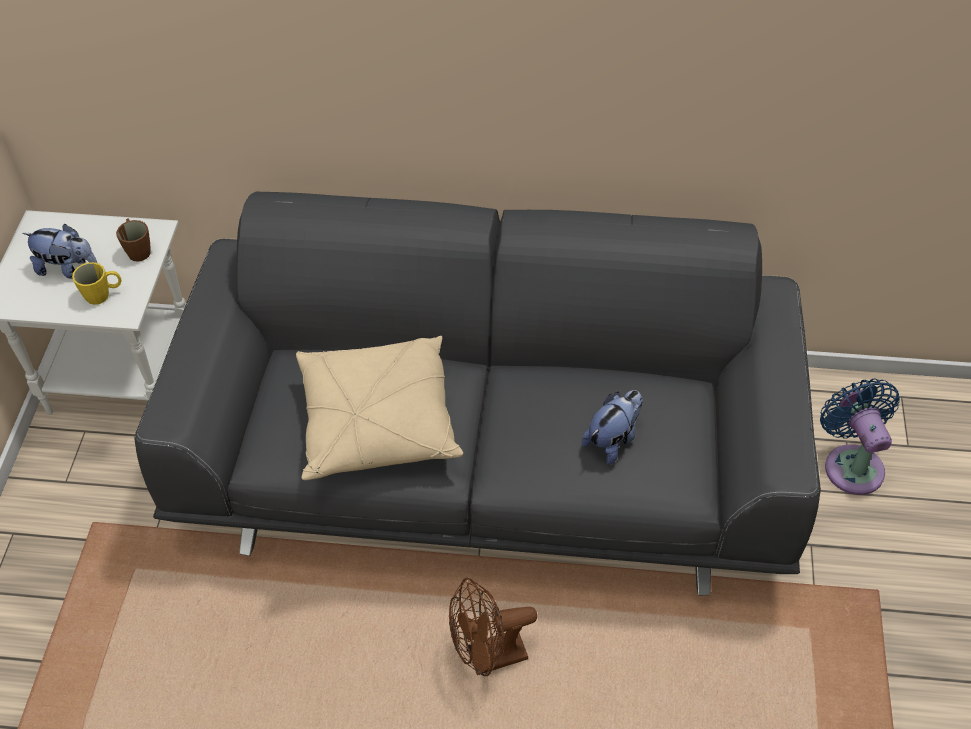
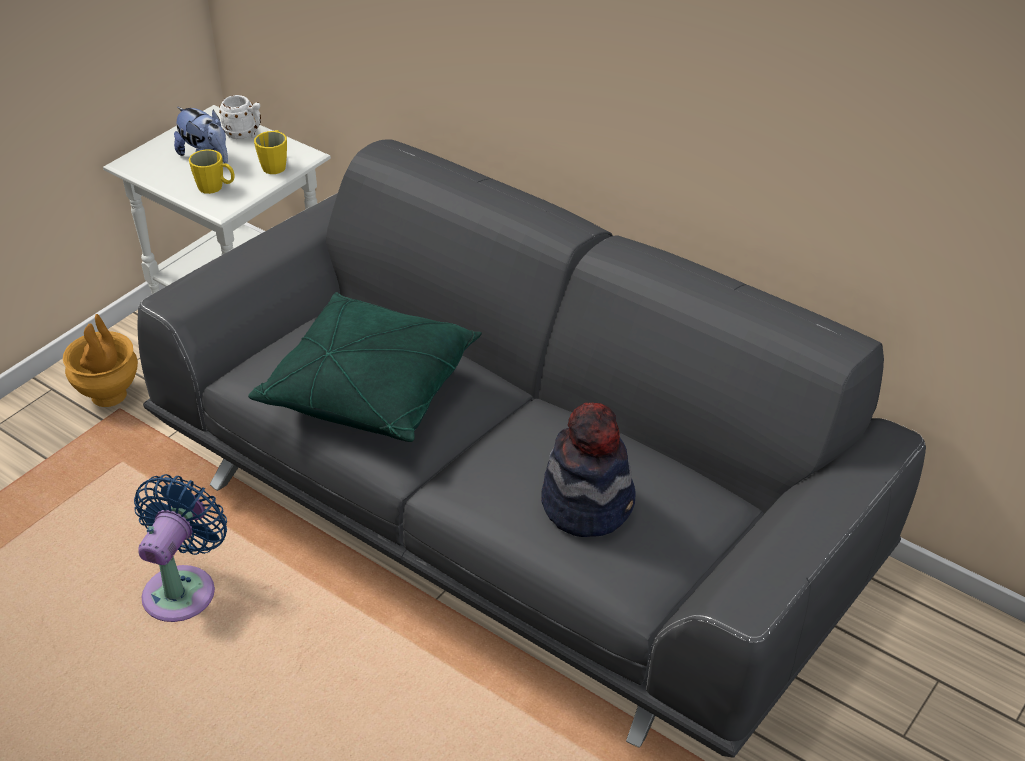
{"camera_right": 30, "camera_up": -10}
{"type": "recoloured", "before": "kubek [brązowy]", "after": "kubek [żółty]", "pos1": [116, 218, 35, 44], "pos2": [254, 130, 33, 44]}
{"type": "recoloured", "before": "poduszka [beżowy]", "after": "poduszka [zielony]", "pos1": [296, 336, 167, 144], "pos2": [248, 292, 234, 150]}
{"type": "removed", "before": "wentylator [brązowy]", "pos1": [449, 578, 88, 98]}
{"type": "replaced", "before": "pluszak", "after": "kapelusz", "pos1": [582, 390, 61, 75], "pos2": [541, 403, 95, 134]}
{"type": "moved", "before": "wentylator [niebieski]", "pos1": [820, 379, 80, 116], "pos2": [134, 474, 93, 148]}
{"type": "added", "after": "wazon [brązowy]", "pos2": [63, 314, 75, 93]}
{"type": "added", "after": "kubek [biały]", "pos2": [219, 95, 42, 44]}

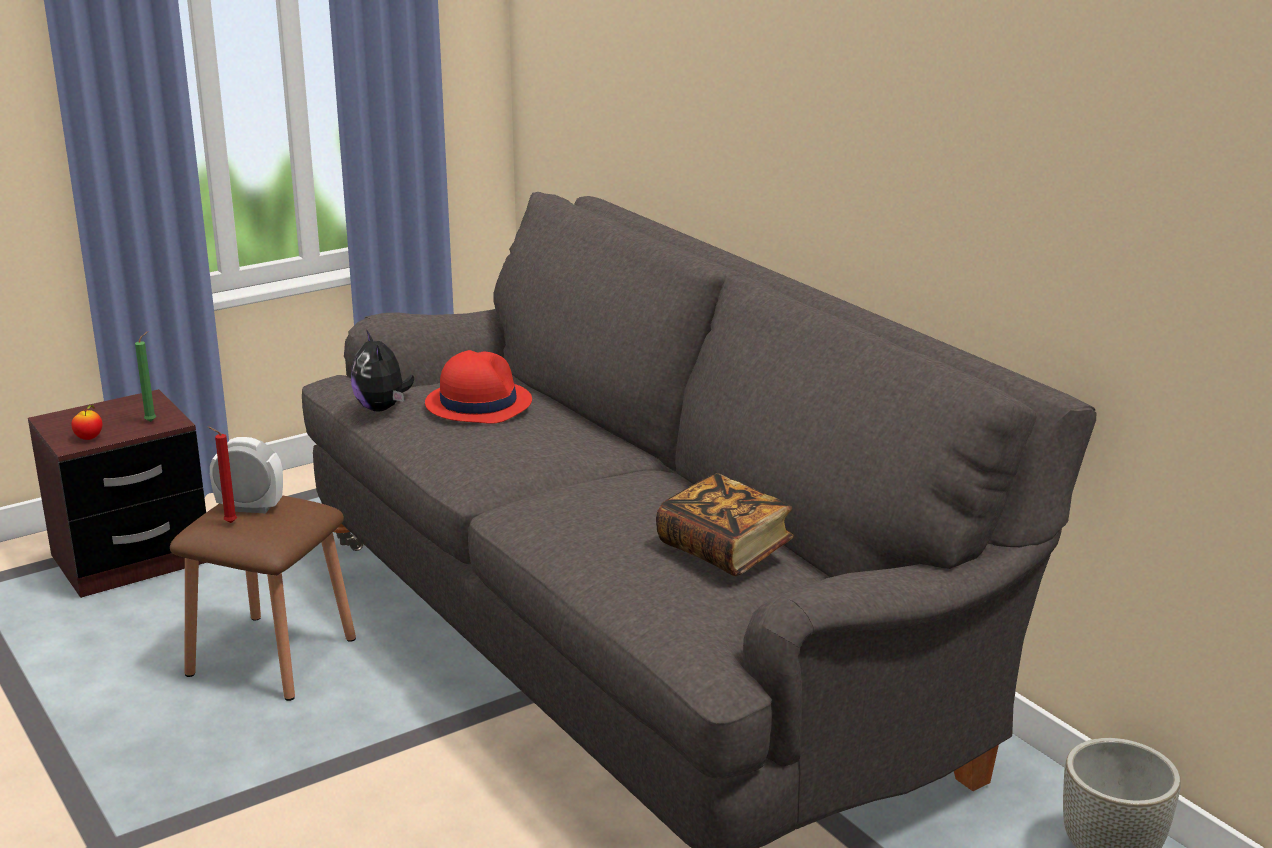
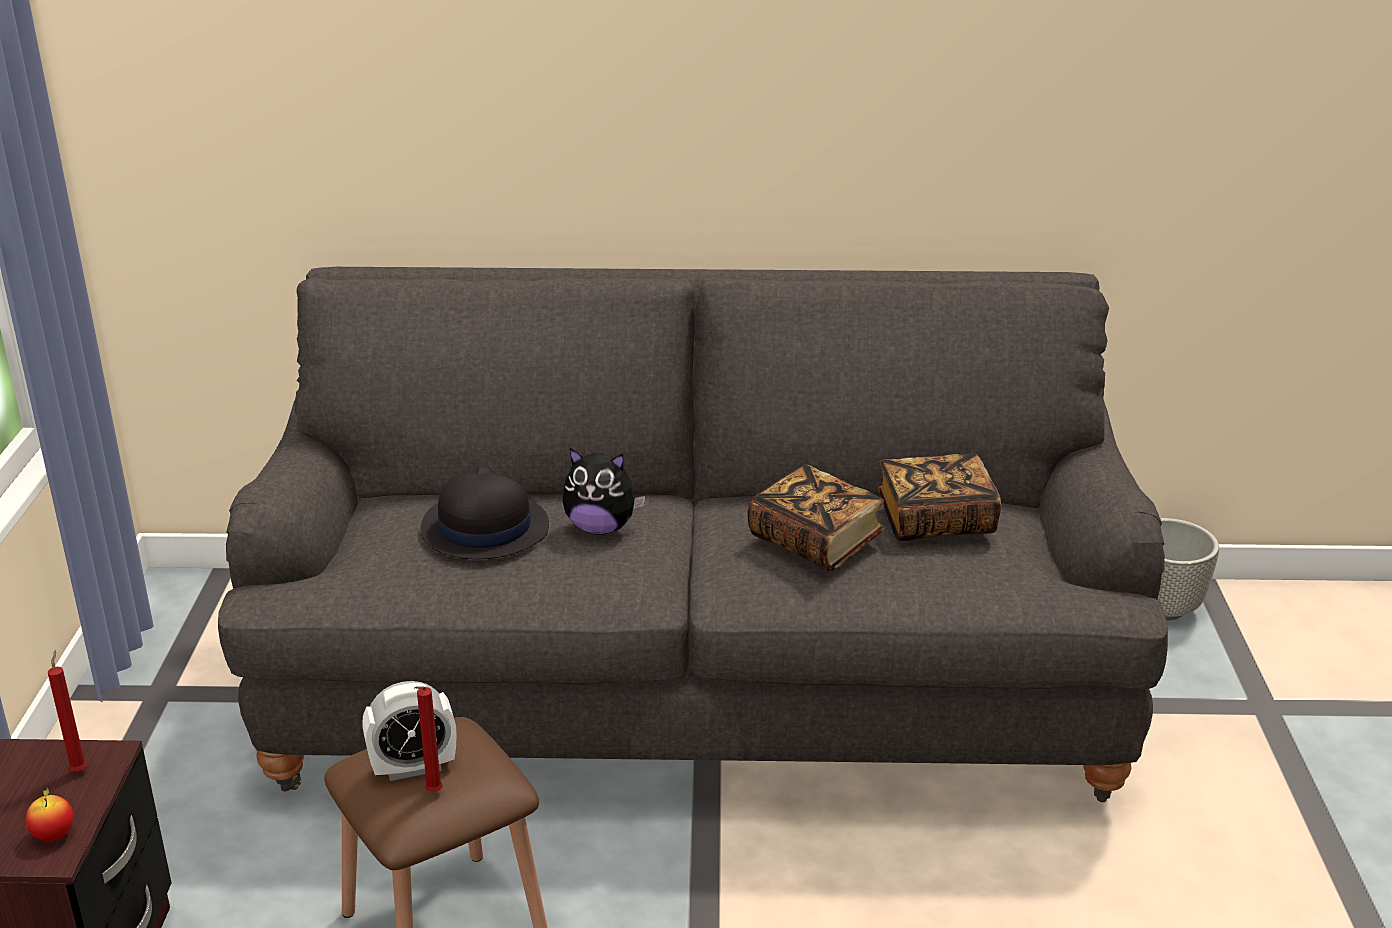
{"camera_right": -55, "camera_up": 5}
{"type": "recoloured", "before": "świeca [zielony]", "after": "świeca [czerwony]", "pos1": [135, 332, 21, 90], "pos2": [48, 650, 39, 122]}
{"type": "turned", "before": "budzik", "pos1": [210, 437, 73, 77], "pos2": [362, 681, 95, 100], "turn": -150}
{"type": "moved", "before": "pluszak", "pos1": [351, 331, 63, 81], "pos2": [562, 448, 83, 87]}
{"type": "recoloured", "before": "kapelusz [czerwony]", "after": "kapelusz [czarny]", "pos1": [425, 350, 107, 74], "pos2": [421, 466, 128, 93]}
{"type": "added", "after": "książka", "pos2": [748, 464, 137, 107]}

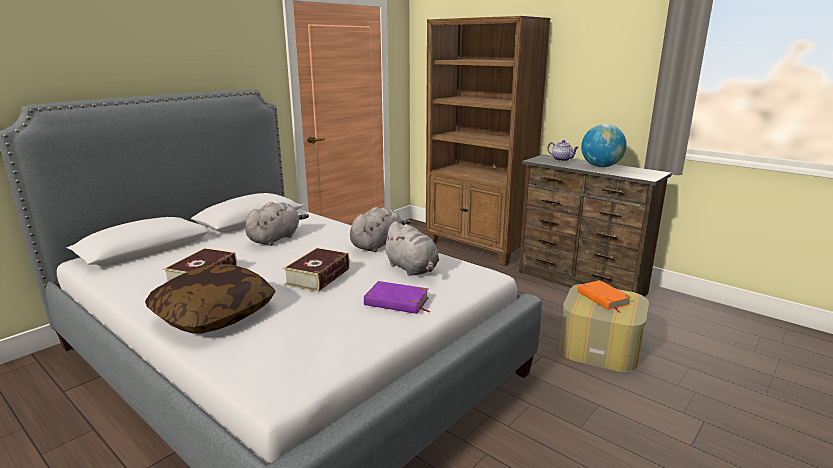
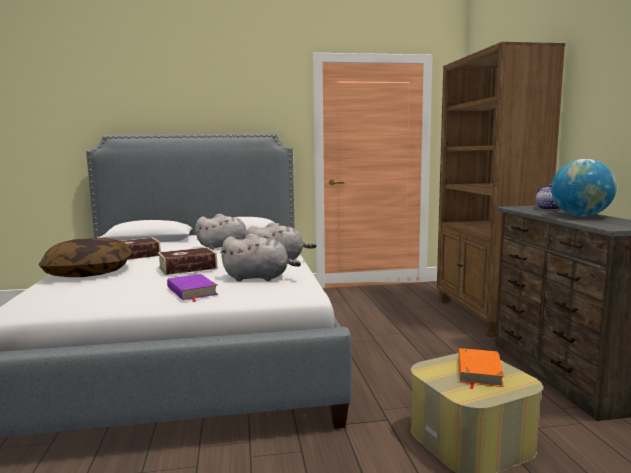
{"camera_right": 40, "camera_up": -10}
{"type": "turned", "before": "pluszak [szary]", "pos1": [382, 221, 57, 55], "pos2": [220, 234, 81, 47], "turn": -90}

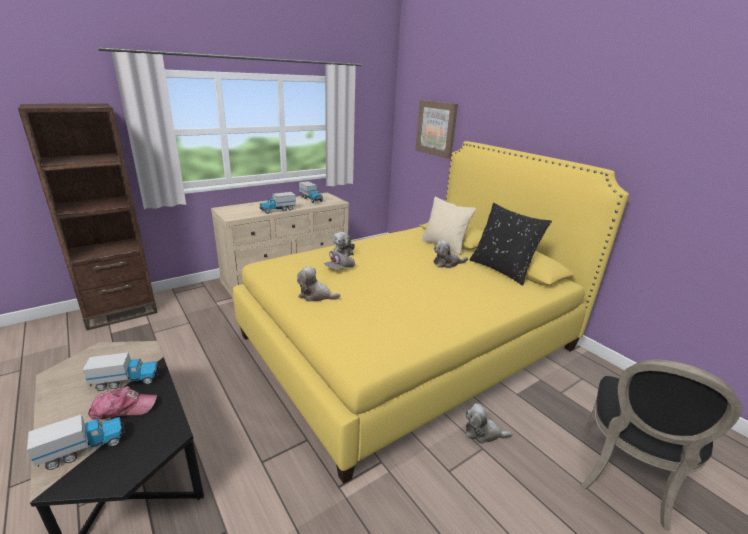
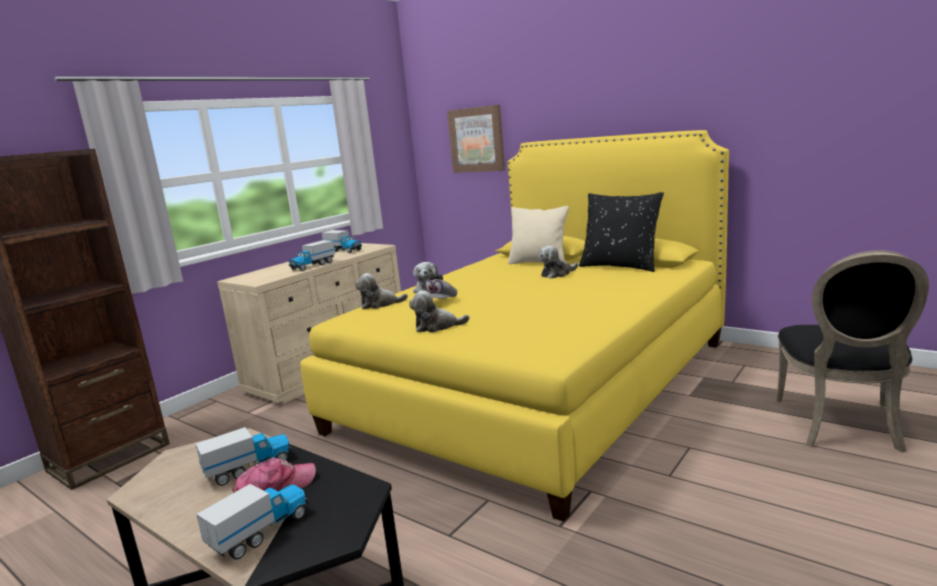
{"camera_right": -15, "camera_up": -10}
{"type": "moved", "before": "pluszak", "pos1": [465, 403, 48, 41], "pos2": [355, 273, 53, 36]}

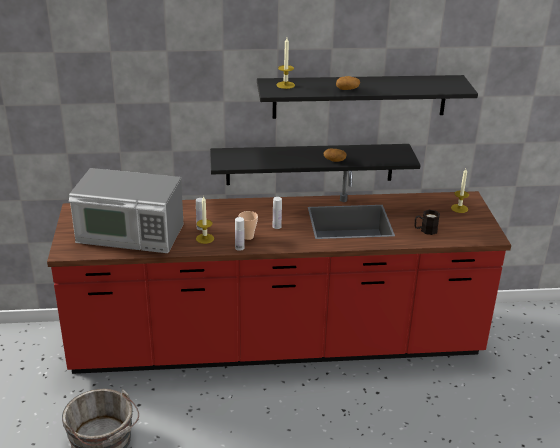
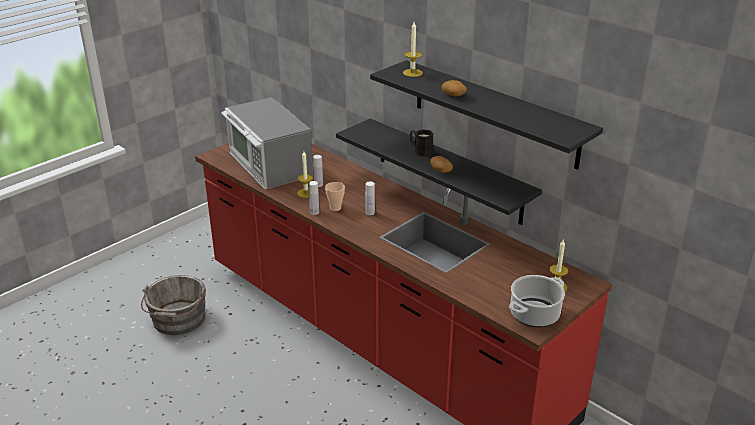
{"camera_right": 50, "camera_up": 0}
{"type": "moved", "before": "kubek [czarny]", "pos1": [415, 210, 25, 25], "pos2": [410, 129, 23, 27]}
{"type": "added", "after": "garnek", "pos2": [509, 275, 56, 52]}

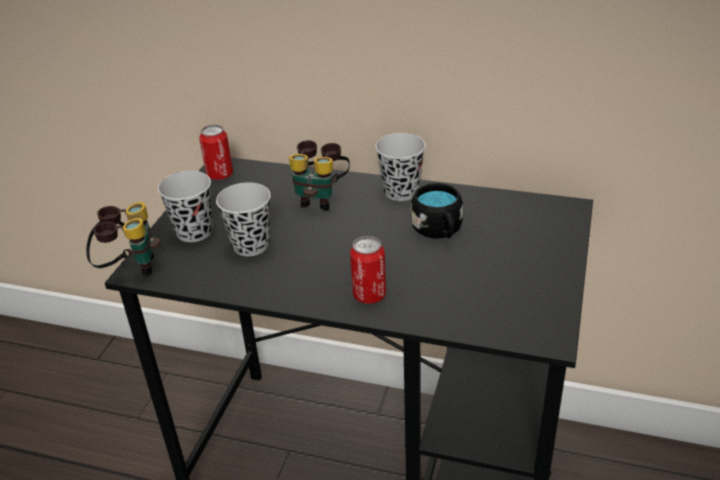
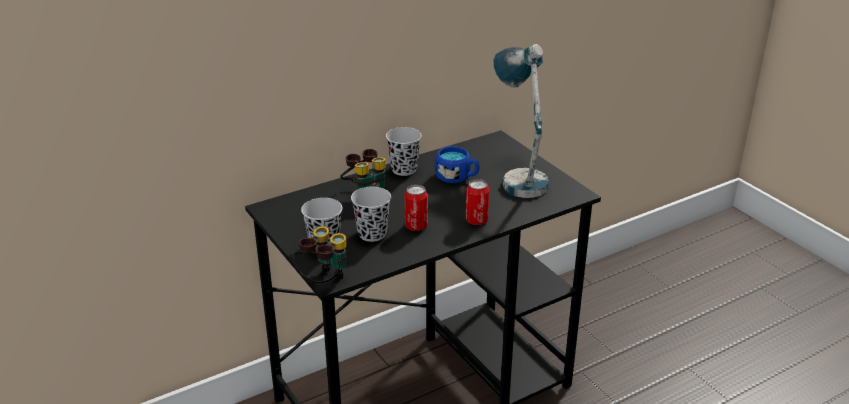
{"camera_right": -50, "camera_up": -5}
{"type": "moved", "before": "puszka", "pos1": [199, 124, 34, 56], "pos2": [405, 185, 23, 46]}
{"type": "recoloured", "before": "kubek [czarny]", "after": "kubek [niebieski]", "pos1": [410, 183, 53, 56], "pos2": [435, 146, 44, 37]}
{"type": "added", "after": "lampa stołowa", "pos2": [494, 44, 55, 154]}

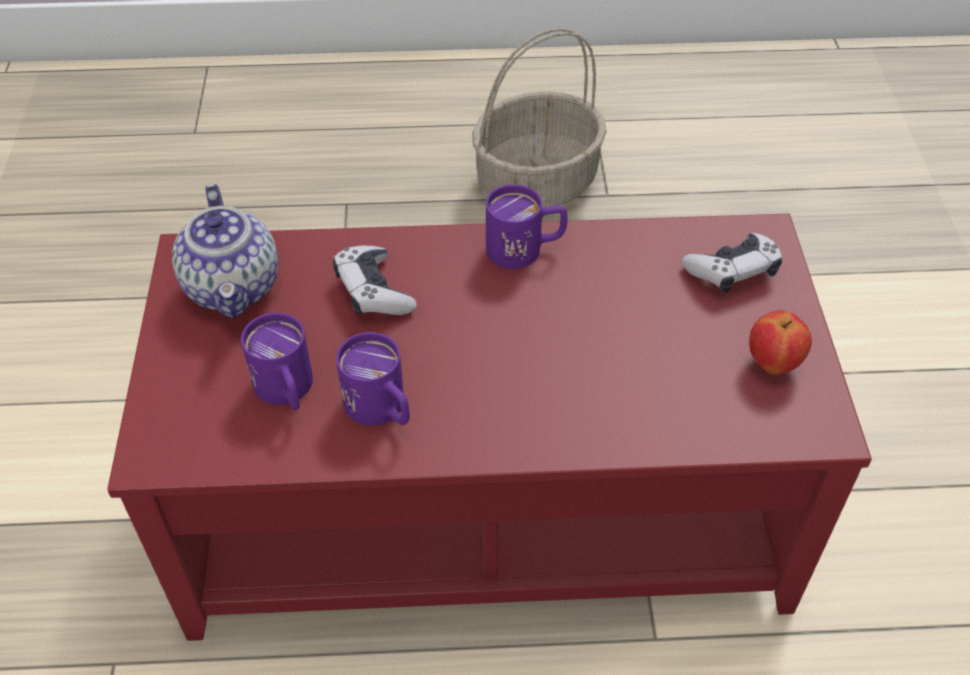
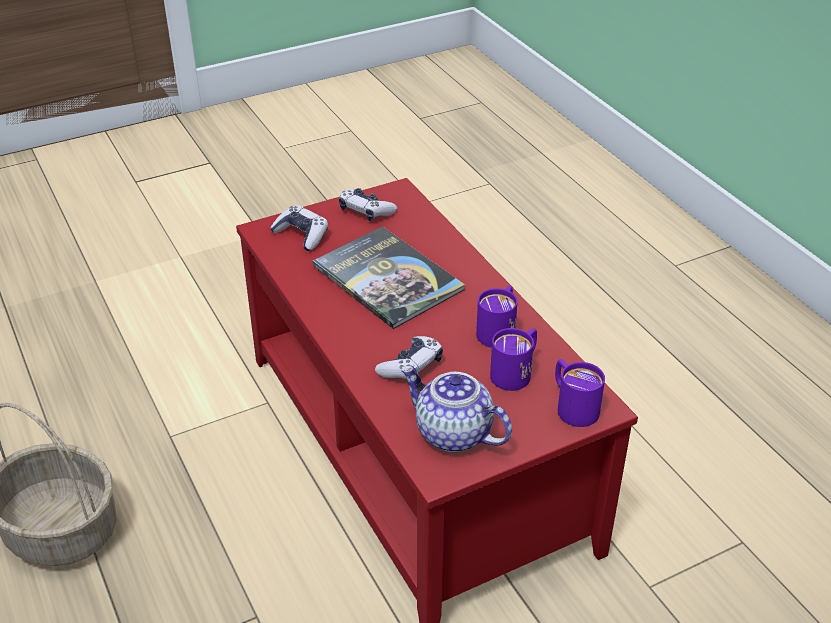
{"camera_right": -115, "camera_up": -10}
{"type": "turned", "before": "imbryk", "pos1": [172, 184, 106, 134], "pos2": [401, 365, 111, 87], "turn": -105}
{"type": "moved", "before": "kubek [fioletowy]", "pos1": [486, 184, 81, 85], "pos2": [555, 359, 50, 68]}
{"type": "replaced", "before": "jabłko", "after": "pad do gier", "pos1": [749, 310, 63, 65], "pos2": [339, 188, 58, 33]}
{"type": "added", "after": "książka", "pos2": [312, 226, 153, 103]}

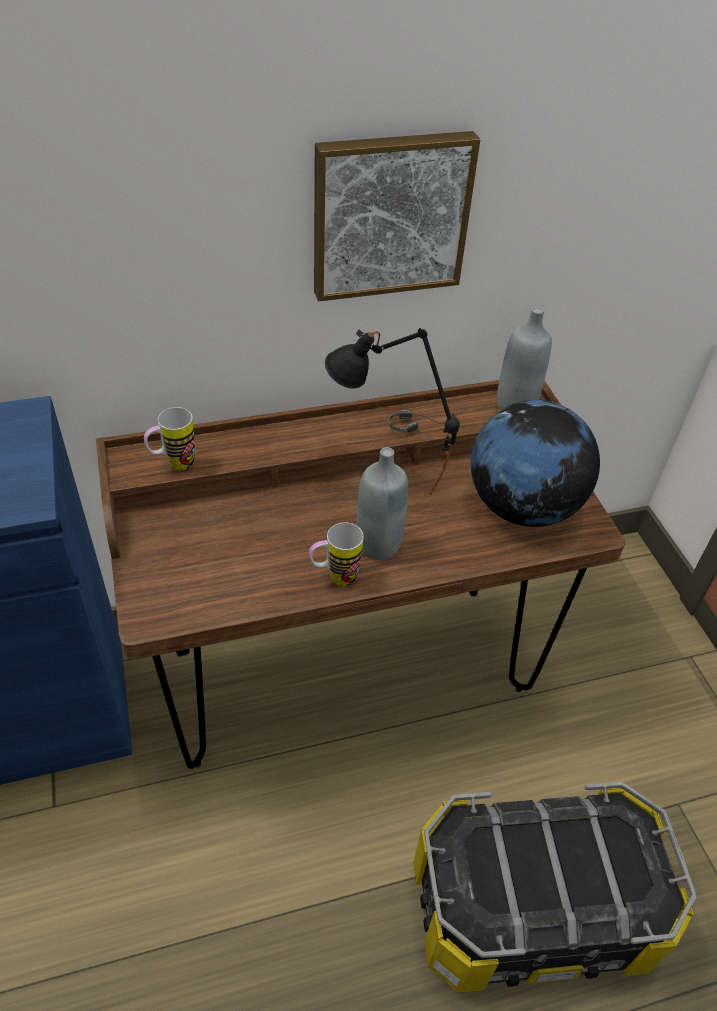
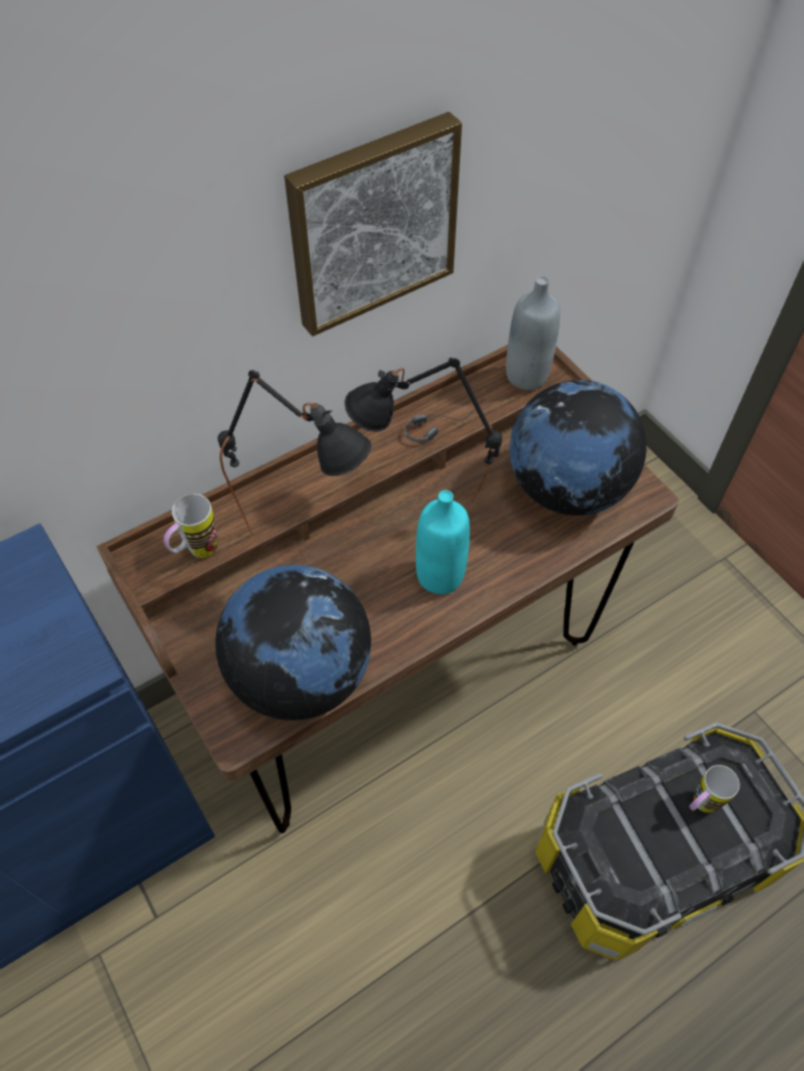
{"camera_right": -15, "camera_up": 10}
{"type": "moved", "before": "kubek", "pos1": [309, 522, 55, 64], "pos2": [689, 765, 51, 48]}
{"type": "recoloured", "before": "butelka [szary]", "after": "butelka [turkusowy]", "pos1": [356, 447, 52, 113], "pos2": [416, 490, 54, 104]}
{"type": "added", "after": "globus", "pos2": [215, 565, 156, 156]}
{"type": "added", "after": "lampa stołowa [czarny]", "pos2": [218, 370, 153, 166]}

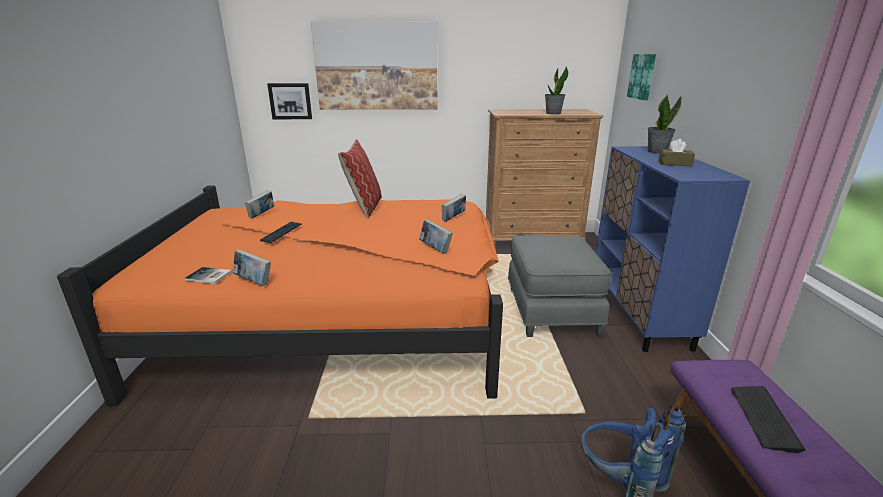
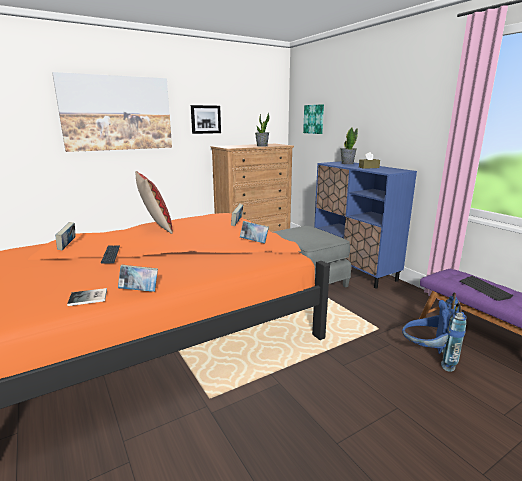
{"camera_right": -30, "camera_up": -5}
{"type": "moved", "before": "obraz", "pos1": [267, 83, 45, 36], "pos2": [191, 105, 30, 29]}

